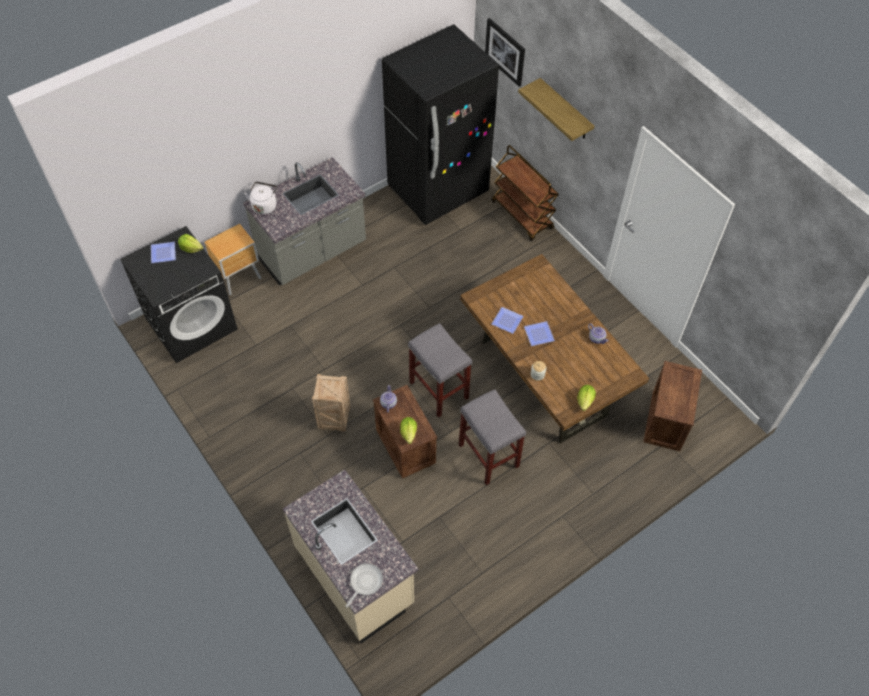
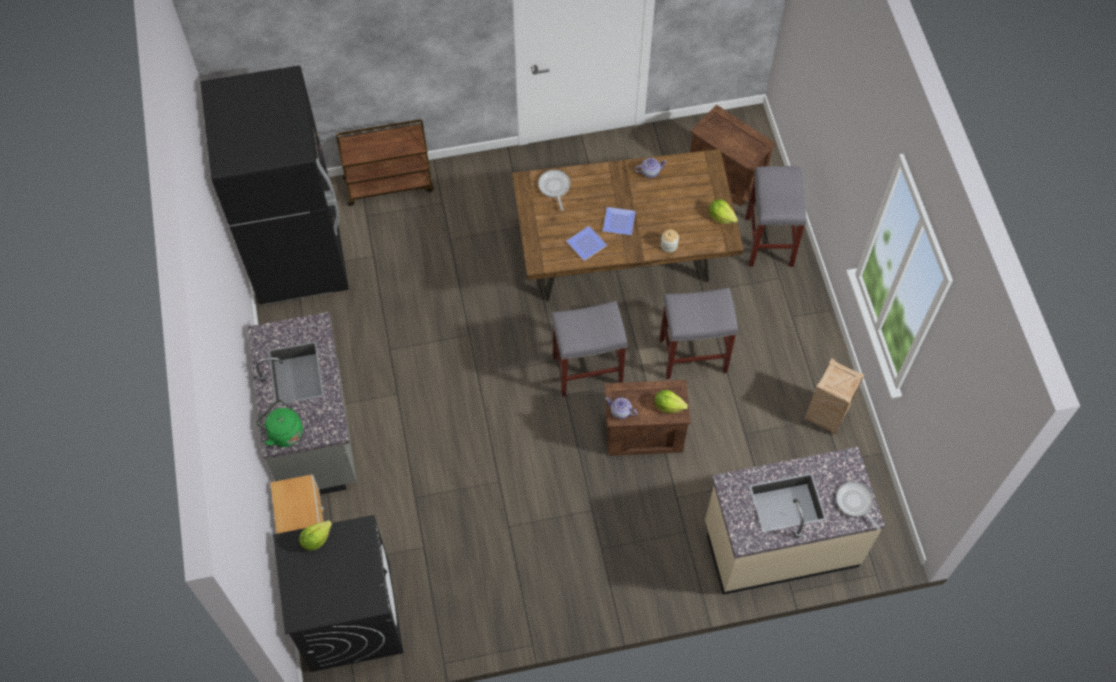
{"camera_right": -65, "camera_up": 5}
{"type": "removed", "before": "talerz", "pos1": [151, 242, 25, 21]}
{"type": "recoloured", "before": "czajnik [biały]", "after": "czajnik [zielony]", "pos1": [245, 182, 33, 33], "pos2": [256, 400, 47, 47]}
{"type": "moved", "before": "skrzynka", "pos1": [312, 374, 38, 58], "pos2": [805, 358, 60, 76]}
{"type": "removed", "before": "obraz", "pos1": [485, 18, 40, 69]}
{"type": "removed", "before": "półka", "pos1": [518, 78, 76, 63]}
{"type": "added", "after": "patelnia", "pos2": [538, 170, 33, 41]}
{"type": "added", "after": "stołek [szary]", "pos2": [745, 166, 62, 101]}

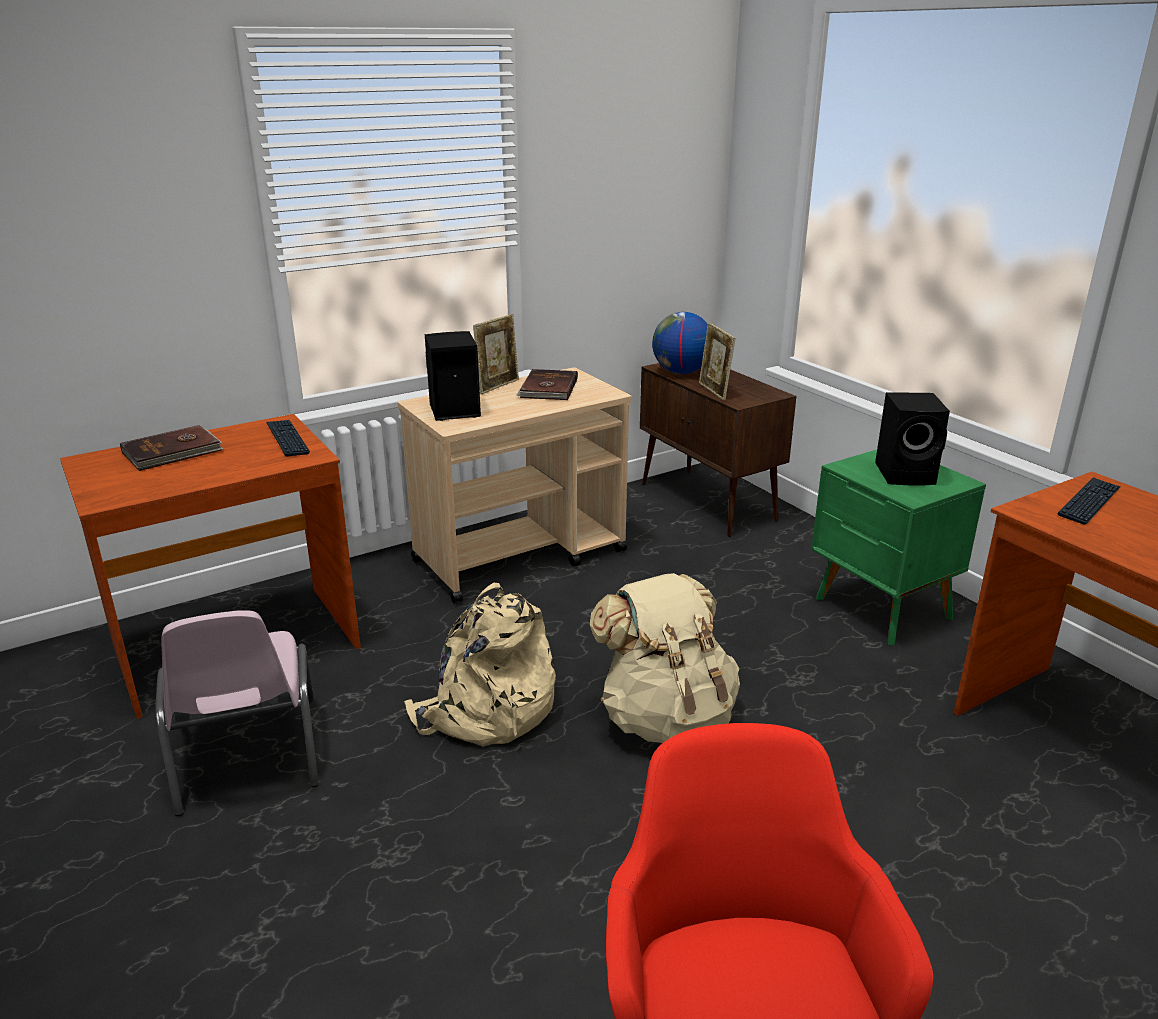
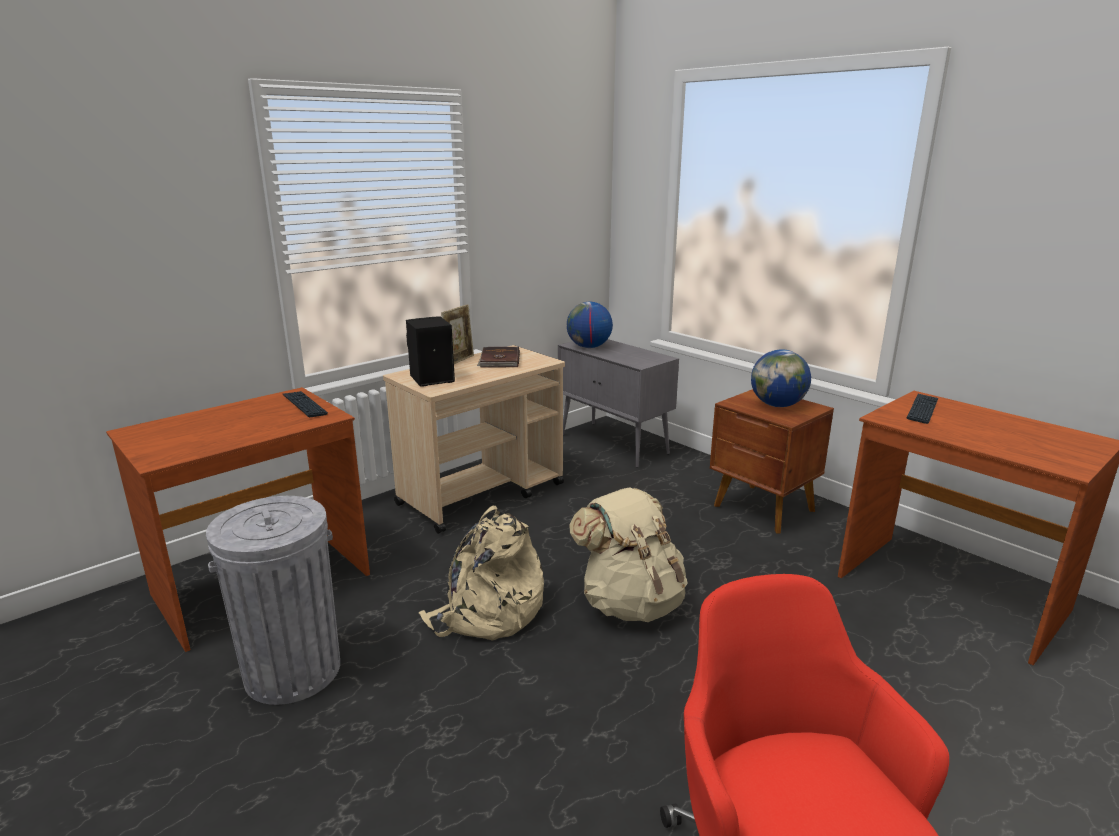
{"camera_right": -10, "camera_up": -5}
{"type": "removed", "before": "książka [brązowy]", "pos1": [120, 425, 103, 46]}
{"type": "replaced", "before": "krzesło [różowy]", "after": "kosz na śmieci [szary]", "pos1": [155, 610, 164, 206], "pos2": [206, 496, 134, 209]}
{"type": "recoloured", "before": "szafka [brązowy]", "after": "szafka [szary]", "pos1": [640, 363, 156, 174], "pos2": [558, 339, 121, 129]}
{"type": "removed", "before": "ramka na zdjęcie", "pos1": [699, 322, 36, 78]}
{"type": "recoloured", "before": "szafka nocna [zielony]", "after": "szafka nocna [brązowy]", "pos1": [811, 450, 175, 195], "pos2": [710, 389, 124, 145]}
{"type": "replaced", "before": "głośnik [czarny]", "after": "globus", "pos1": [875, 392, 75, 94], "pos2": [751, 349, 60, 58]}

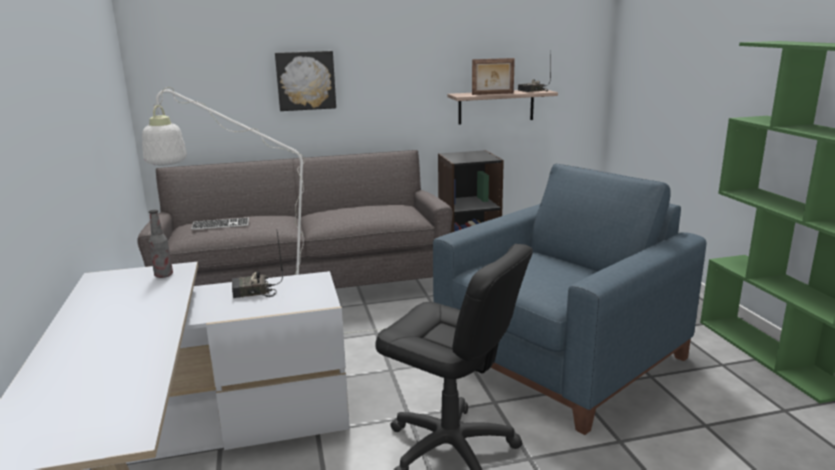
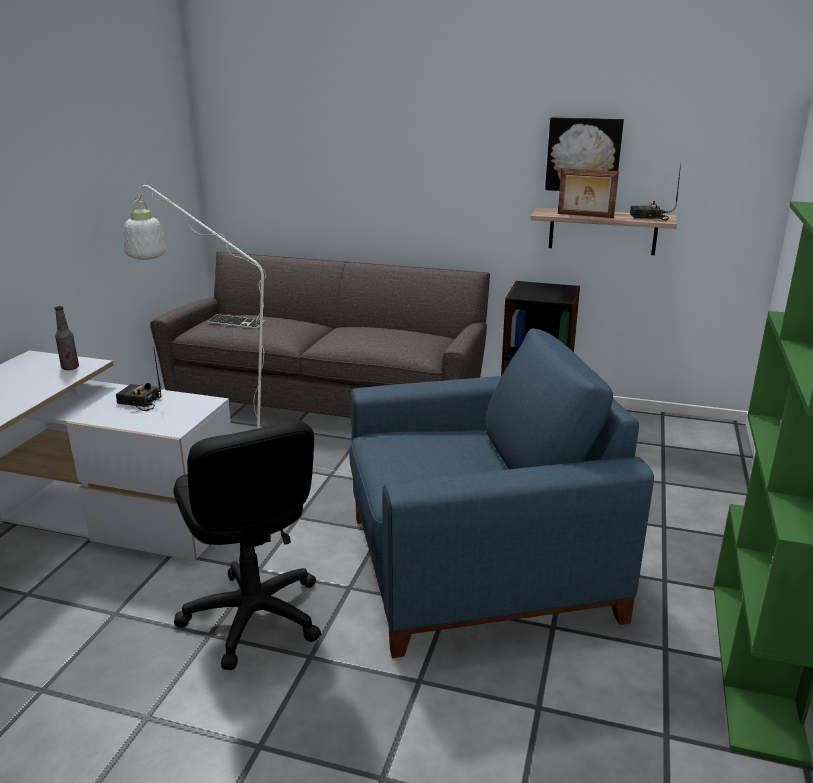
{"camera_right": 30, "camera_up": 5}
{"type": "moved", "before": "obraz", "pos1": [275, 51, 61, 60], "pos2": [545, 117, 79, 74]}

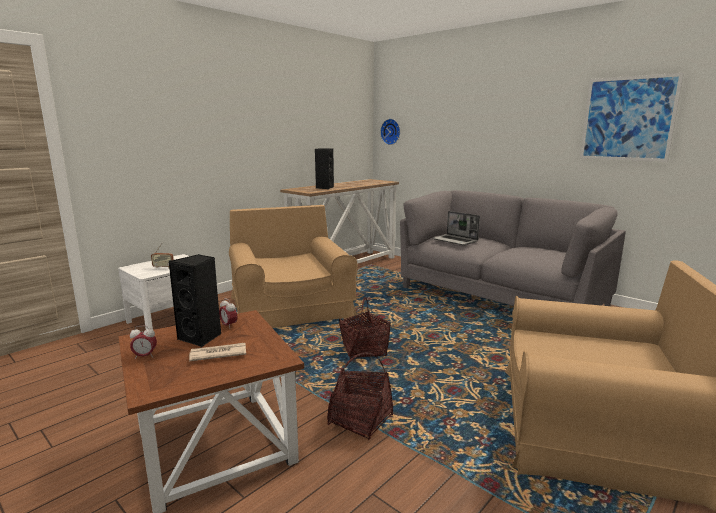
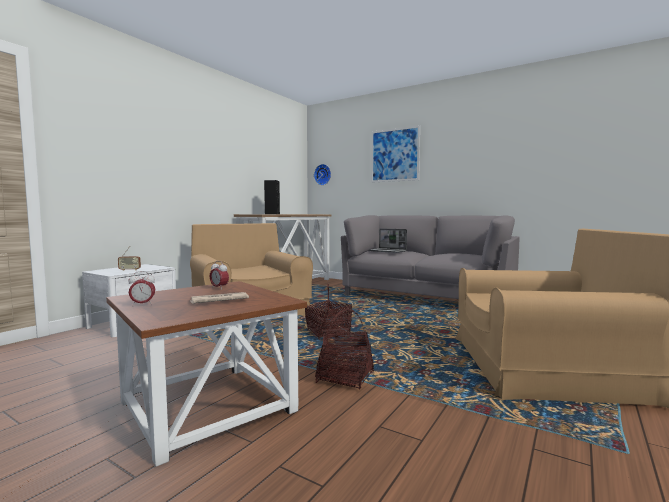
{"camera_right": -10, "camera_up": -10}
{"type": "removed", "before": "głośnik [czarny]", "pos1": [169, 254, 53, 93]}
{"type": "moved", "before": "obraz", "pos1": [580, 73, 104, 89], "pos2": [371, 125, 49, 58]}

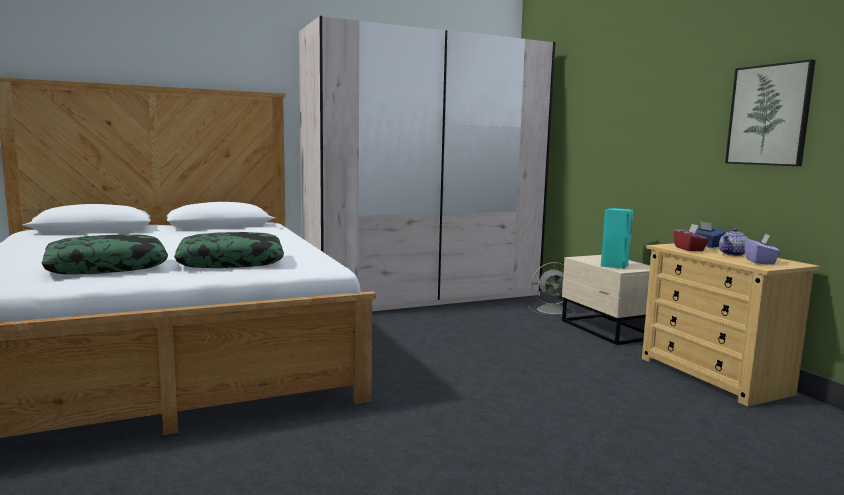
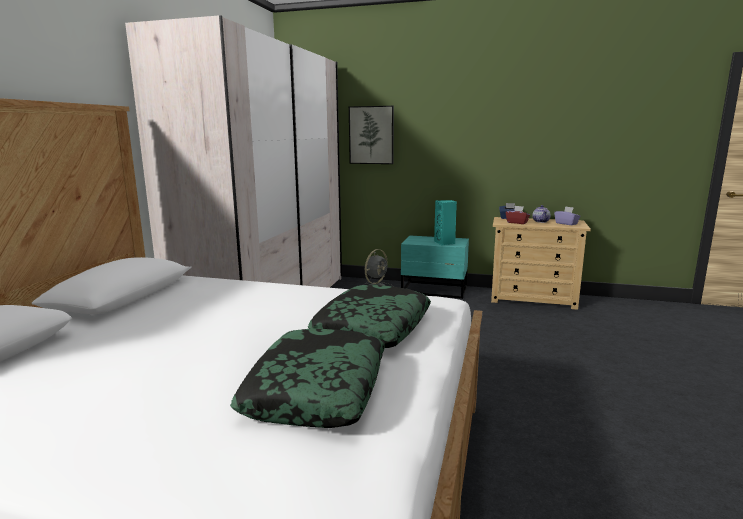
{"camera_right": -50, "camera_up": 5}
{"type": "recoloured", "before": "szafka nocna [beżowy]", "after": "szafka nocna [turkusowy]", "pos1": [562, 255, 88, 90], "pos2": [401, 236, 68, 63]}
{"type": "moved", "before": "obraz", "pos1": [725, 59, 91, 107], "pos2": [349, 106, 45, 58]}

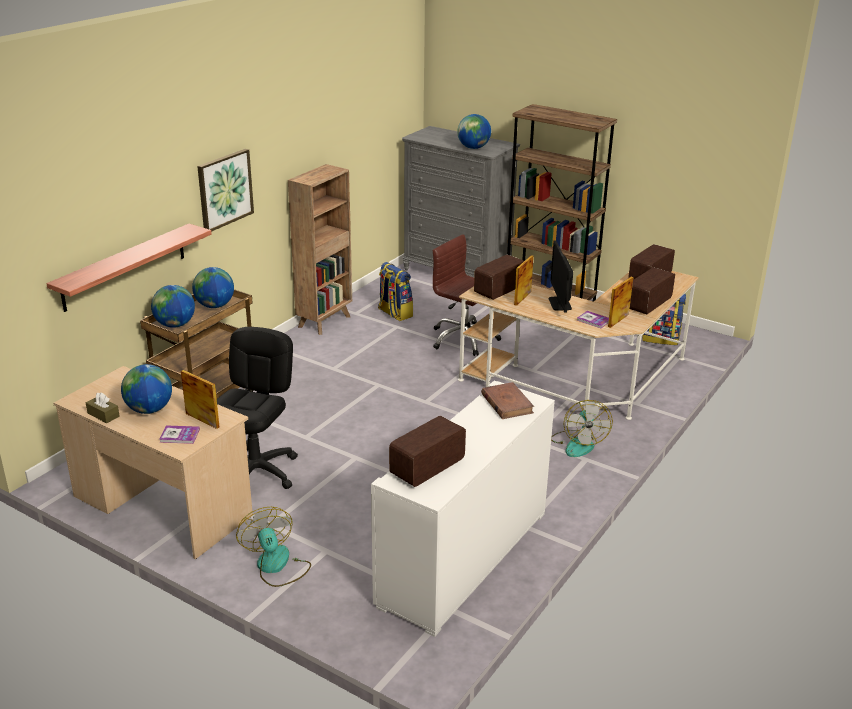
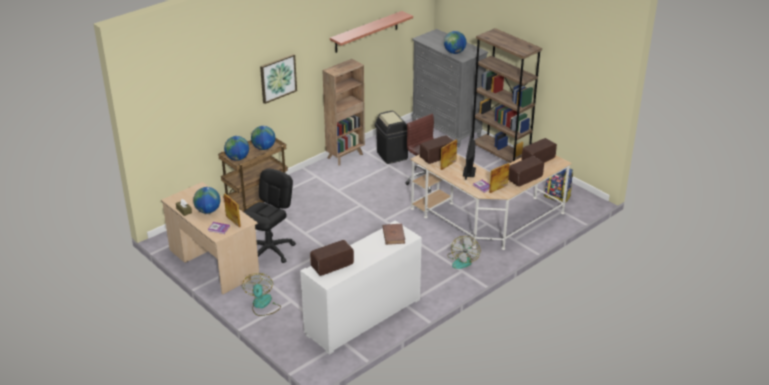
{"camera_right": 15, "camera_up": 5}
{"type": "moved", "before": "półka", "pos1": [46, 224, 166, 88], "pos2": [330, 11, 83, 42]}
{"type": "replaced", "before": "plecak", "after": "kosz na śmieci [czarny]", "pos1": [378, 262, 35, 59], "pos2": [375, 111, 33, 53]}

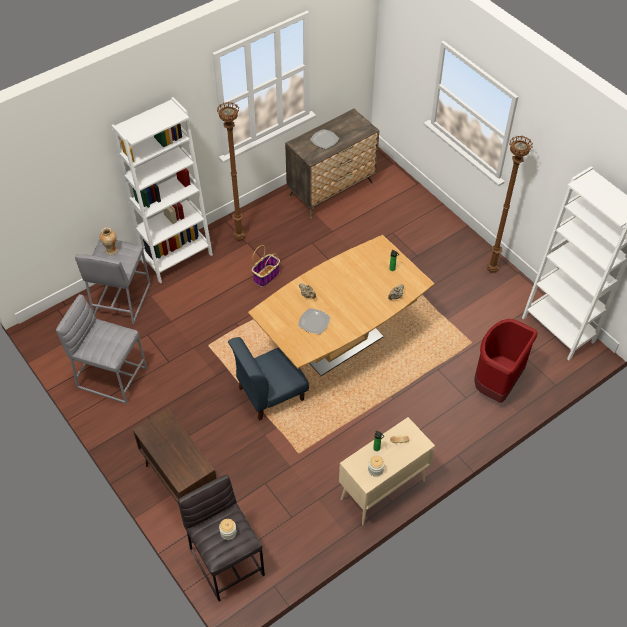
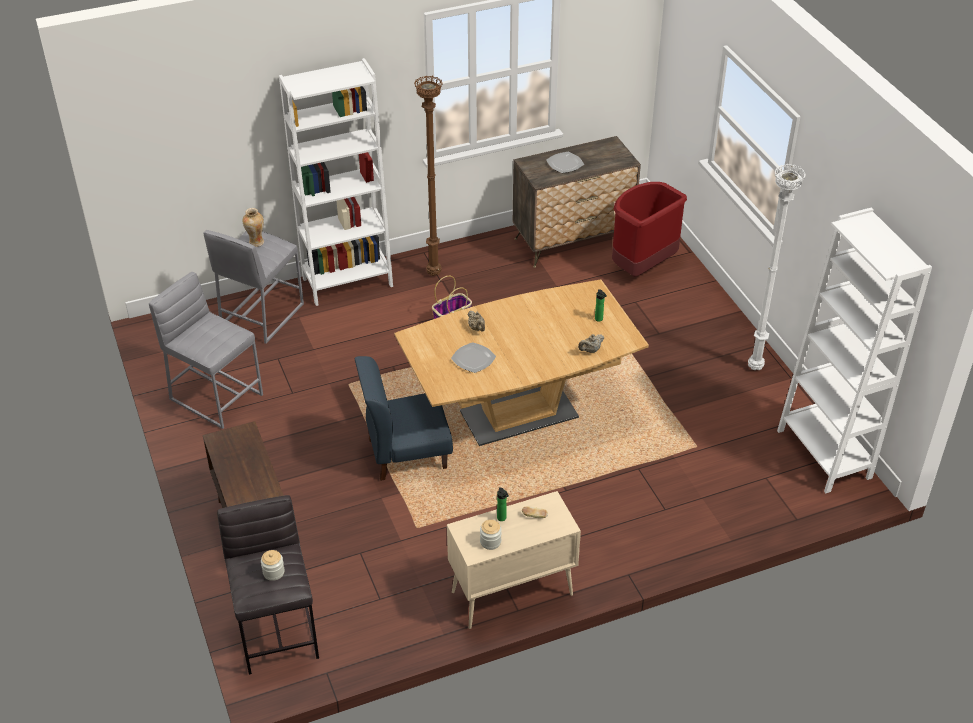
{"camera_right": 15, "camera_up": -10}
{"type": "moved", "before": "kosz na śmieci [czerwony]", "pos1": [474, 319, 63, 84], "pos2": [612, 182, 75, 95]}
{"type": "recoloured", "before": "lampa stojąca [brązowy]", "after": "lampa stojąca [biały]", "pos1": [487, 136, 46, 137], "pos2": [748, 164, 58, 206]}

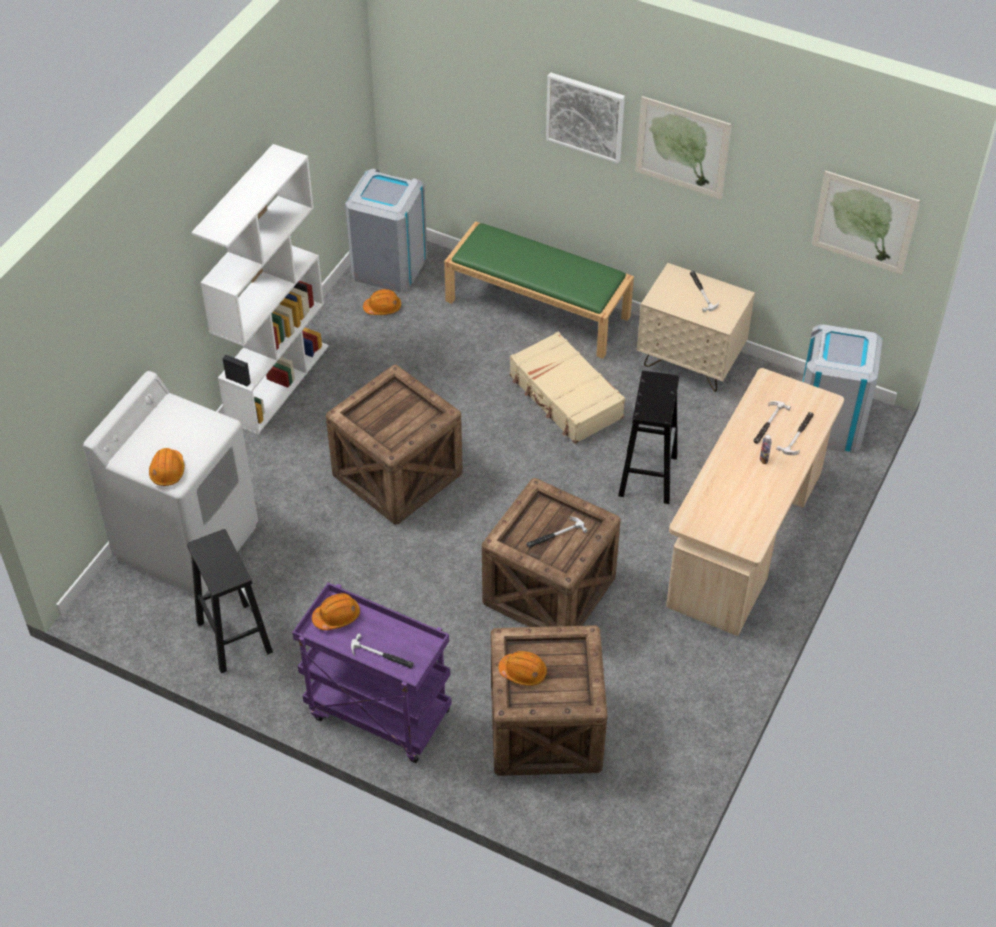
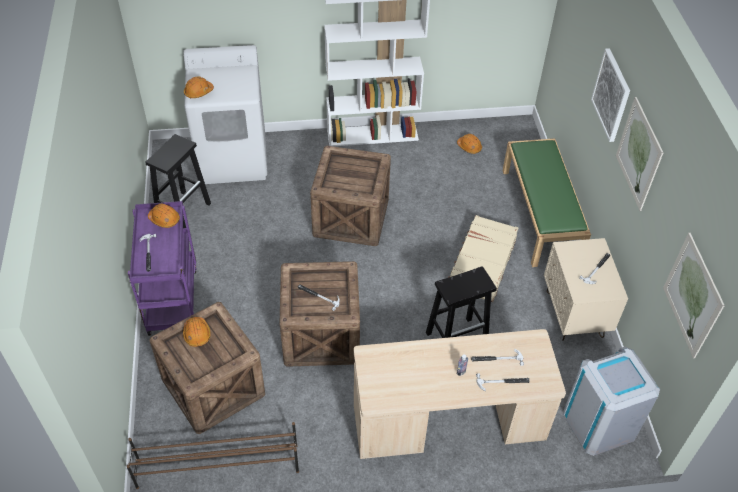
{"camera_right": 55, "camera_up": 0}
{"type": "removed", "before": "kosz na śmieci [szary]", "pos1": [345, 168, 82, 124]}
{"type": "added", "after": "regał na buty [brązowy]", "pos2": [127, 422, 172, 67]}

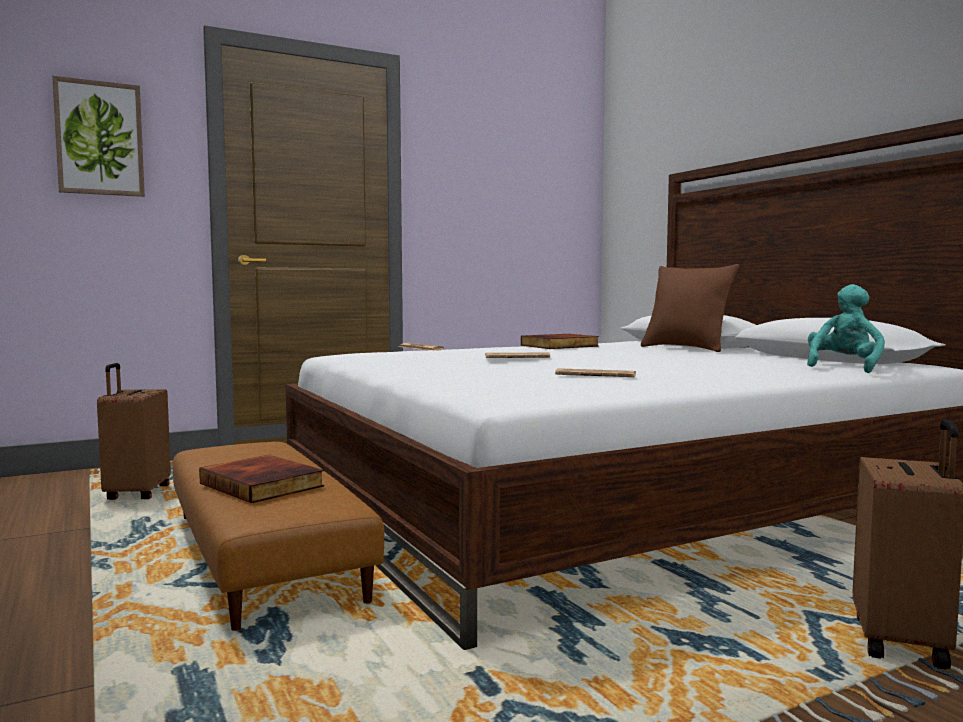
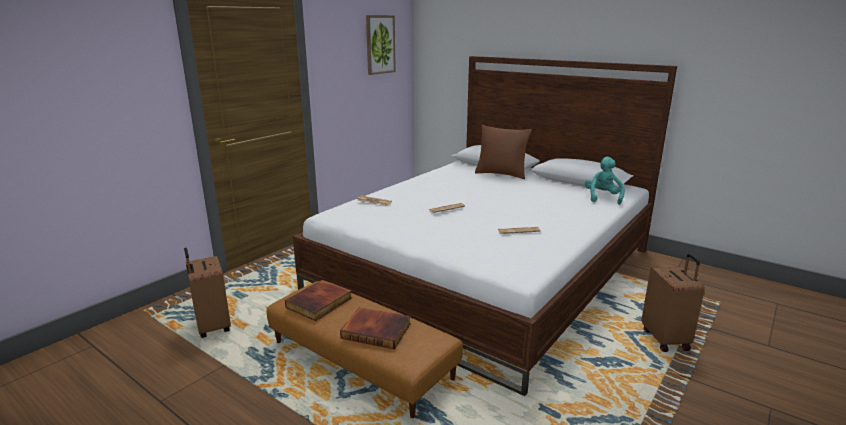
{"camera_right": -25, "camera_up": 15}
{"type": "moved", "before": "obraz", "pos1": [52, 76, 93, 121], "pos2": [366, 15, 30, 60]}
{"type": "moved", "before": "książka", "pos1": [521, 334, 78, 15], "pos2": [285, 280, 67, 41]}

